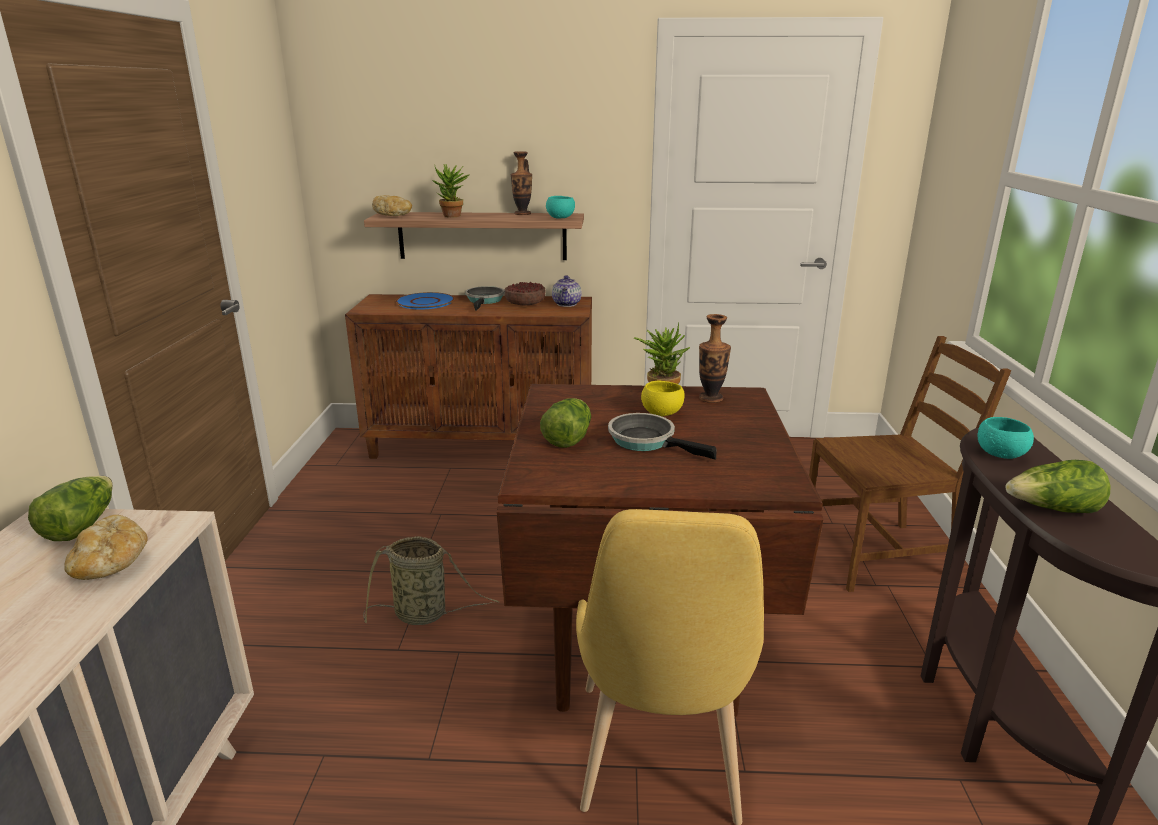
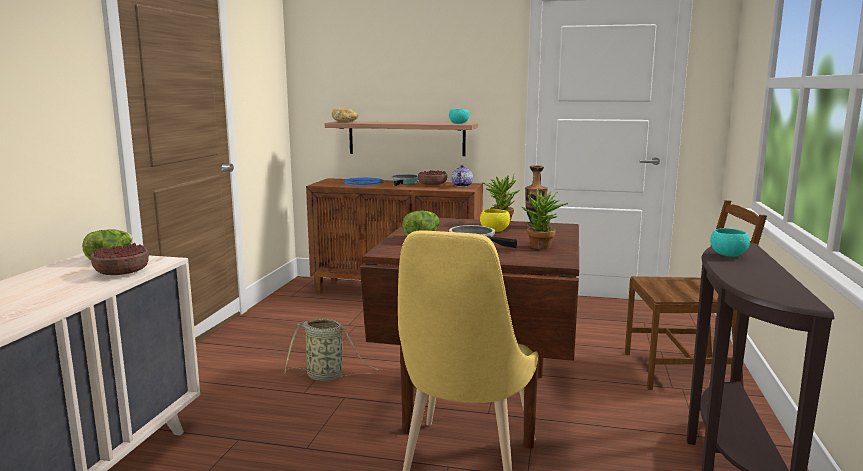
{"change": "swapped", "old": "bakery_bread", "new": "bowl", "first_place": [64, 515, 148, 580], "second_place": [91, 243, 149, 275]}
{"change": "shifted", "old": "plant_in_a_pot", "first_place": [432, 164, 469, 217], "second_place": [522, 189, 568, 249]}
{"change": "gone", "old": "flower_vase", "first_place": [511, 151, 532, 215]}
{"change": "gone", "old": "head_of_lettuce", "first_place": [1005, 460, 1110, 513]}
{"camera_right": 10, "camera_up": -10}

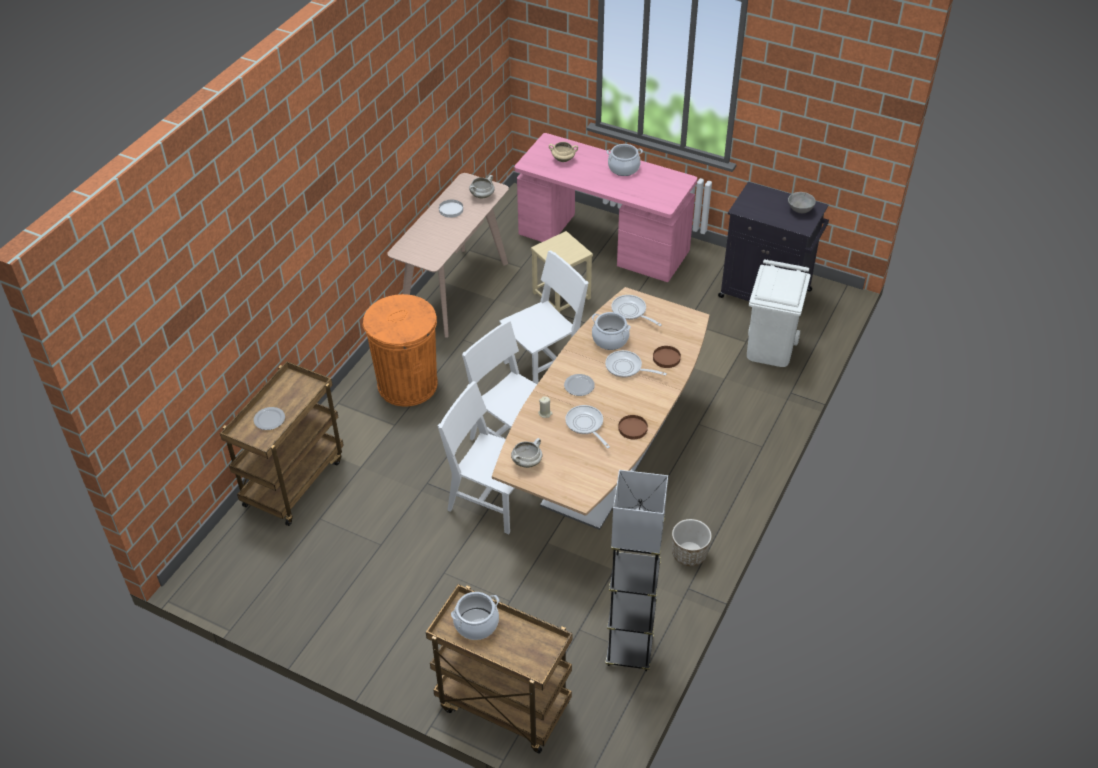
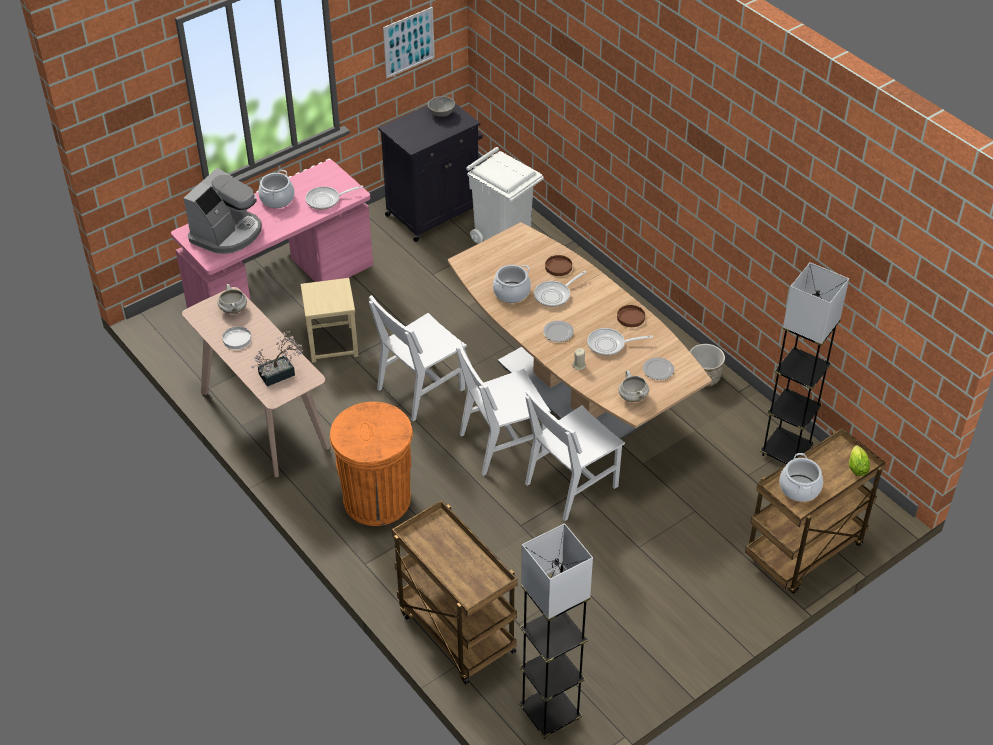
{"change": "shifted", "old": "dinner_plate", "first_place": [254, 407, 285, 430], "second_place": [643, 357, 674, 380]}
{"change": "rotated", "old": "whitish_chair", "first_place": [499, 250, 589, 384], "second_place": [369, 295, 467, 421], "degrees": -120}
{"change": "swapped", "old": "sand-coloured_saucepot", "new": "coffee_machine", "first_place": [549, 142, 578, 162], "second_place": [183, 168, 262, 254]}
{"change": "shifted", "old": "frying_pan", "first_place": [611, 295, 662, 326], "second_place": [305, 185, 363, 210]}
{"change": "new", "new": "plant_in_a_pot", "second_place": [251, 331, 303, 387]}
{"change": "new", "new": "wall_art", "second_place": [383, 7, 435, 78]}
{"change": "new", "new": "grey_standing_lamp", "second_place": [519, 523, 593, 739]}
{"change": "new", "new": "head_of_lettuce", "second_place": [849, 445, 870, 476]}
{"camera_right": -65, "camera_up": 0}

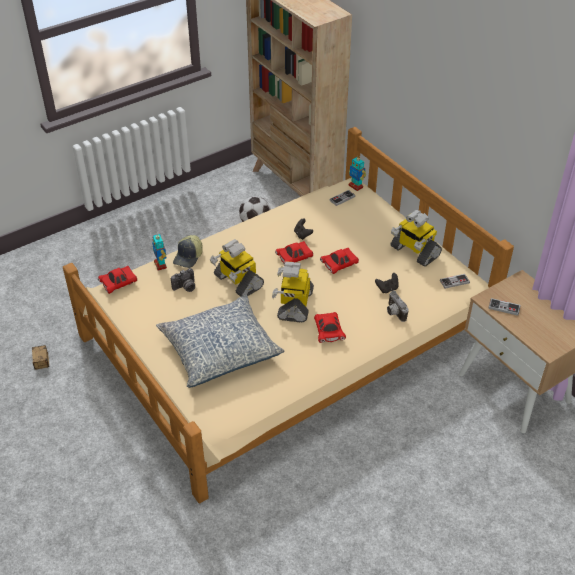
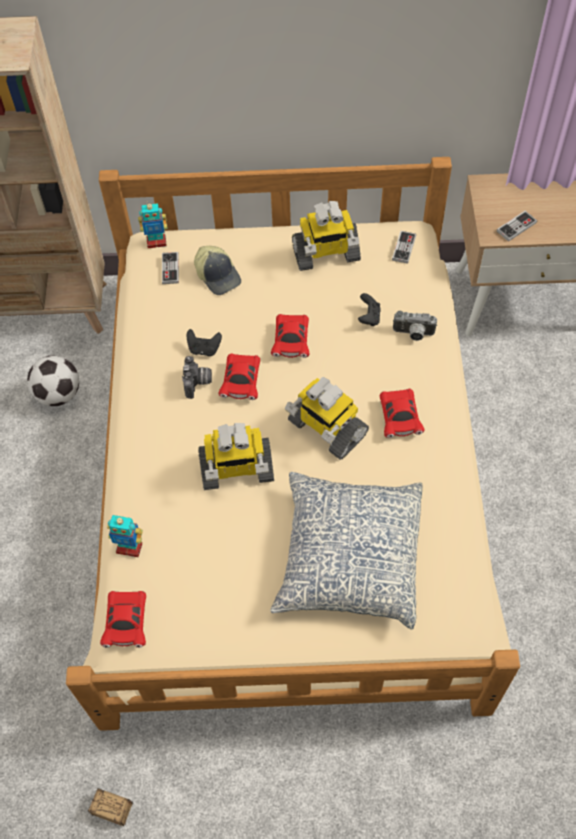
{"change": "shifted", "old": "photo_camera", "first_place": [171, 268, 195, 292], "second_place": [182, 356, 212, 399]}
{"change": "shifted", "old": "cap", "first_place": [173, 235, 203, 268], "second_place": [194, 246, 241, 295]}
{"change": "rotated", "old": "red-coloured_toy_car", "first_place": [314, 312, 346, 343], "second_place": [380, 389, 424, 438], "degrees": 60}
{"camera_right": -55, "camera_up": 15}

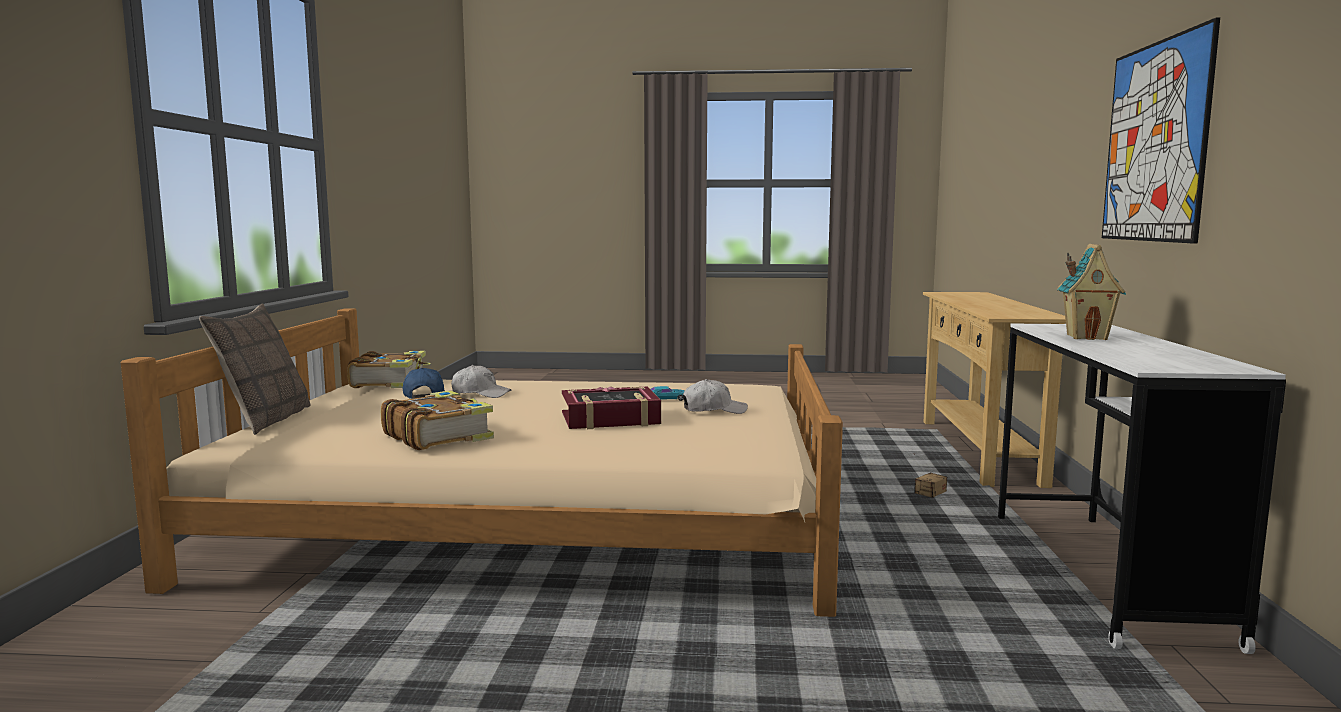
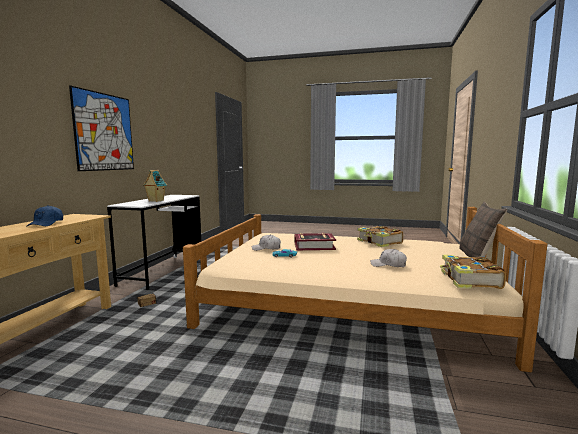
{"change": "shifted", "old": "blue_cap", "first_place": [403, 368, 445, 399], "second_place": [27, 205, 63, 226]}
{"camera_right": -170, "camera_up": 0}

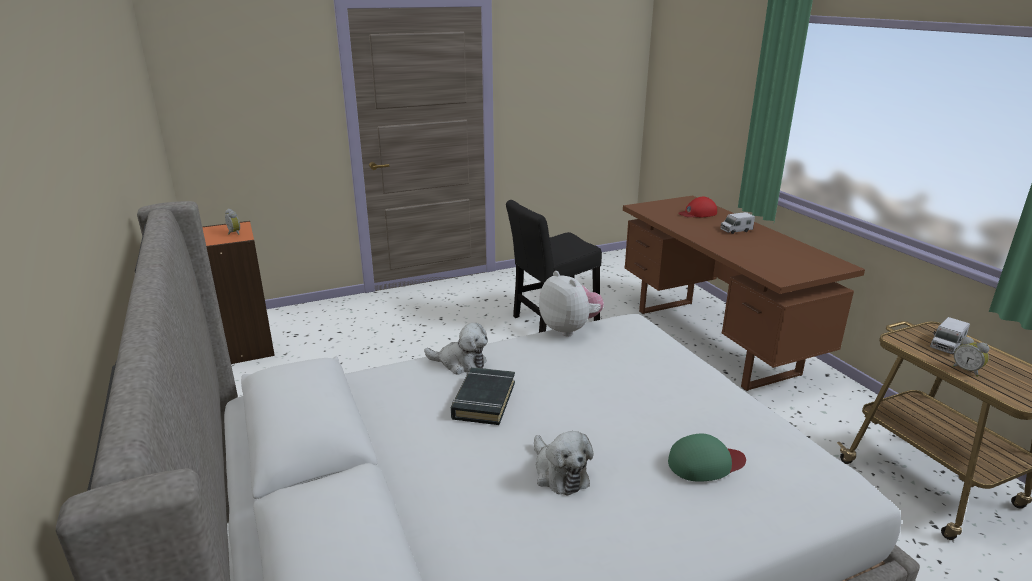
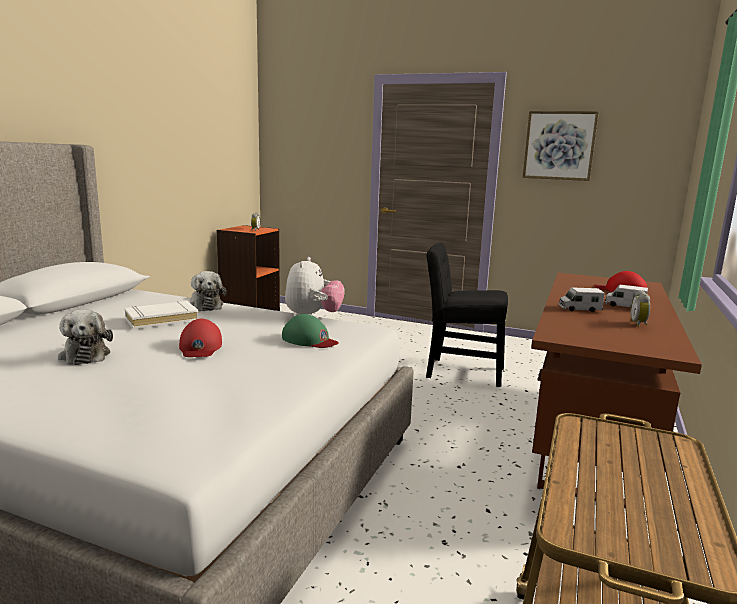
{"change": "repainted", "old": "black_bound_book", "new": "whitish_bound_book", "first_place": [451, 367, 515, 425], "second_place": [125, 301, 199, 330]}
{"change": "rotated", "old": "cuddly_toy", "first_place": [534, 431, 593, 496], "second_place": [58, 310, 113, 365], "degrees": -45}
{"change": "shifted", "old": "green-coloured_cap", "first_place": [668, 434, 746, 482], "second_place": [282, 314, 339, 348]}
{"change": "shifted", "old": "toy_truck", "first_place": [930, 317, 970, 354], "second_place": [559, 287, 605, 312]}
{"change": "shifted", "old": "bedside_clock", "first_place": [953, 337, 989, 377], "second_place": [631, 290, 650, 327]}
{"change": "new", "new": "red-coloured_cap", "second_place": [179, 319, 222, 357]}
{"change": "new", "new": "wall_art", "second_place": [522, 111, 599, 181]}
{"camera_right": 45, "camera_up": -10}

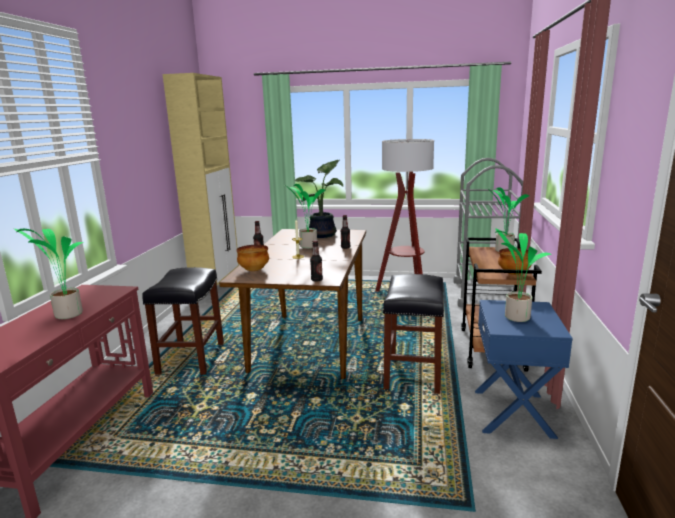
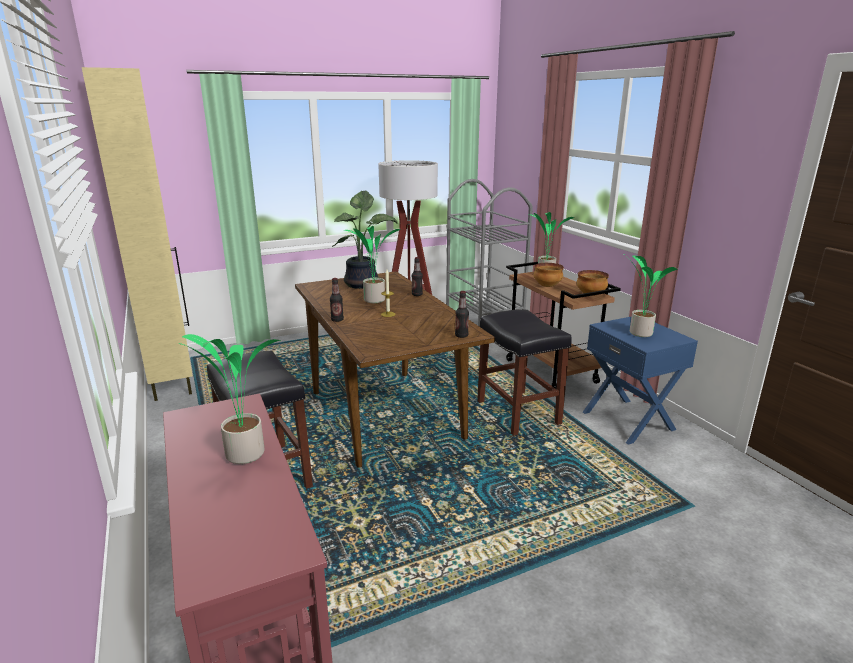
{"change": "shifted", "old": "bowl", "first_place": [237, 245, 269, 271], "second_place": [534, 263, 564, 287]}
{"camera_right": -35, "camera_up": 5}

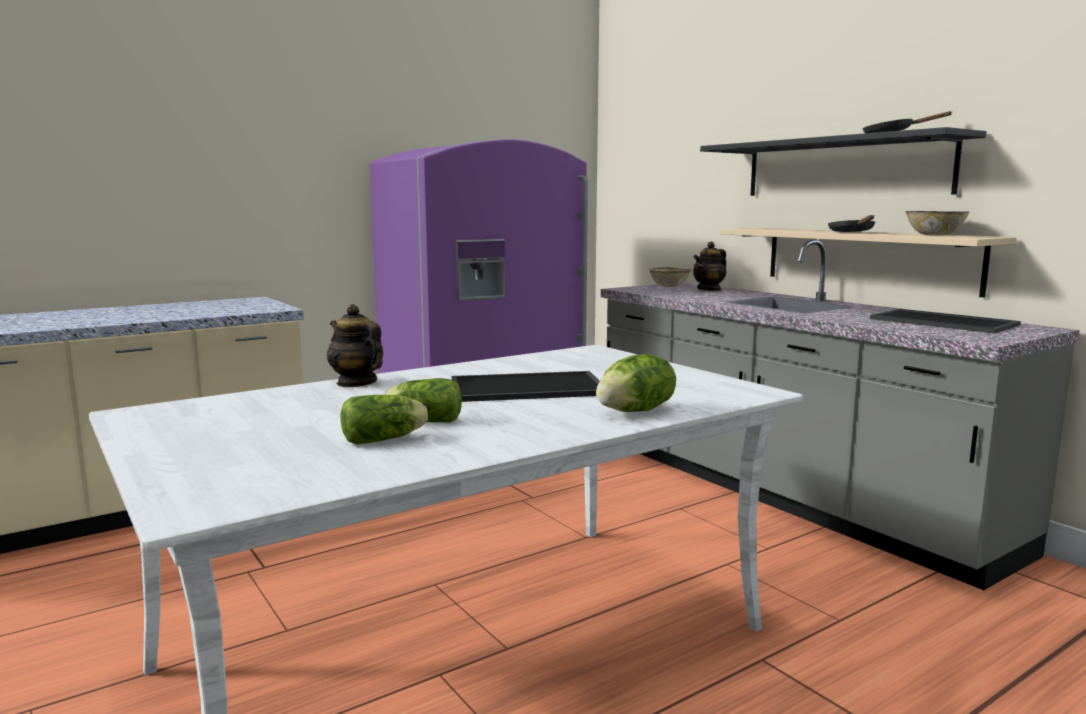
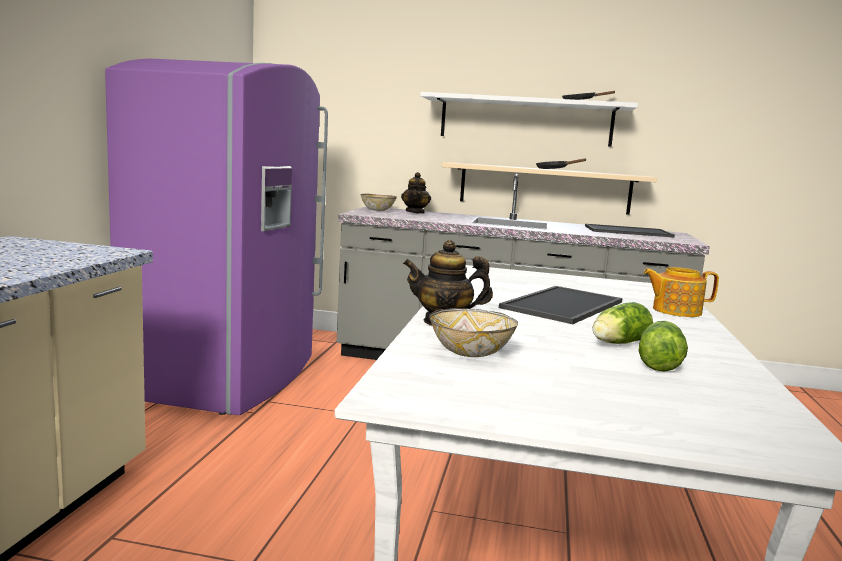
{"change": "swapped", "old": "head_of_lettuce", "new": "tea_pot", "first_place": [596, 354, 676, 412], "second_place": [643, 267, 719, 317]}
{"change": "repainted", "old": "black_wall_shelf", "new": "whitish_wall_shelf", "first_place": [700, 127, 987, 196], "second_place": [420, 92, 638, 147]}
{"change": "shifted", "old": "bowl", "first_place": [905, 211, 969, 235], "second_place": [429, 308, 518, 357]}
{"camera_right": -45, "camera_up": 0}

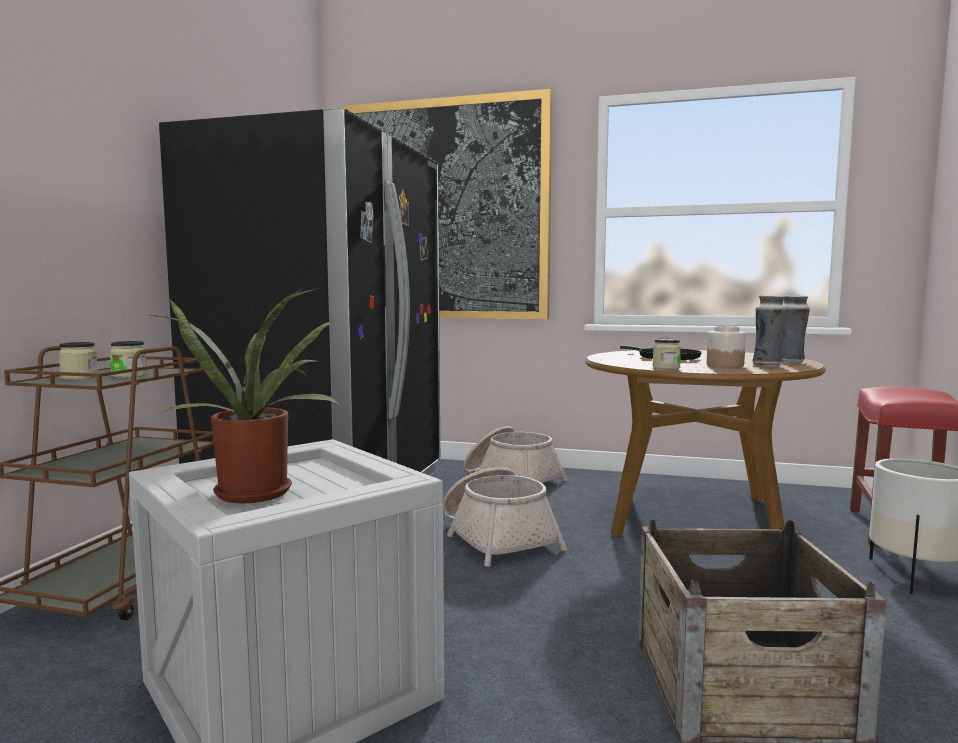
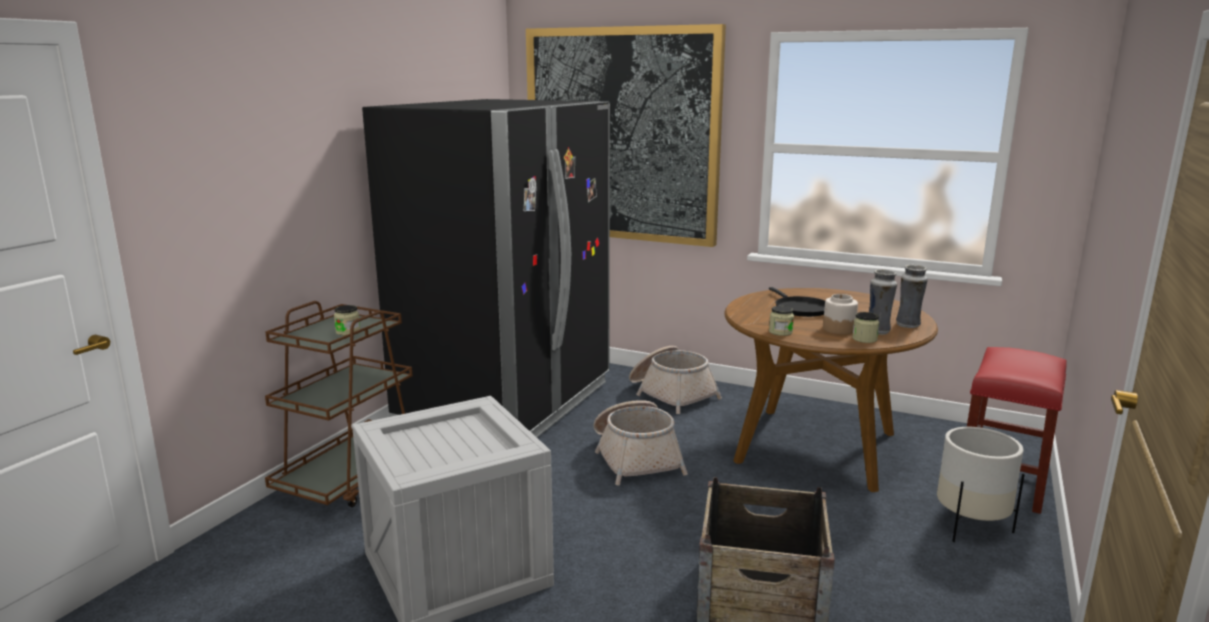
{"change": "shifted", "old": "storage_jar", "first_place": [58, 342, 98, 380], "second_place": [852, 312, 879, 343]}
{"change": "gone", "old": "plant_in_a_pot", "first_place": [151, 286, 338, 504]}
{"camera_right": 10, "camera_up": 10}

